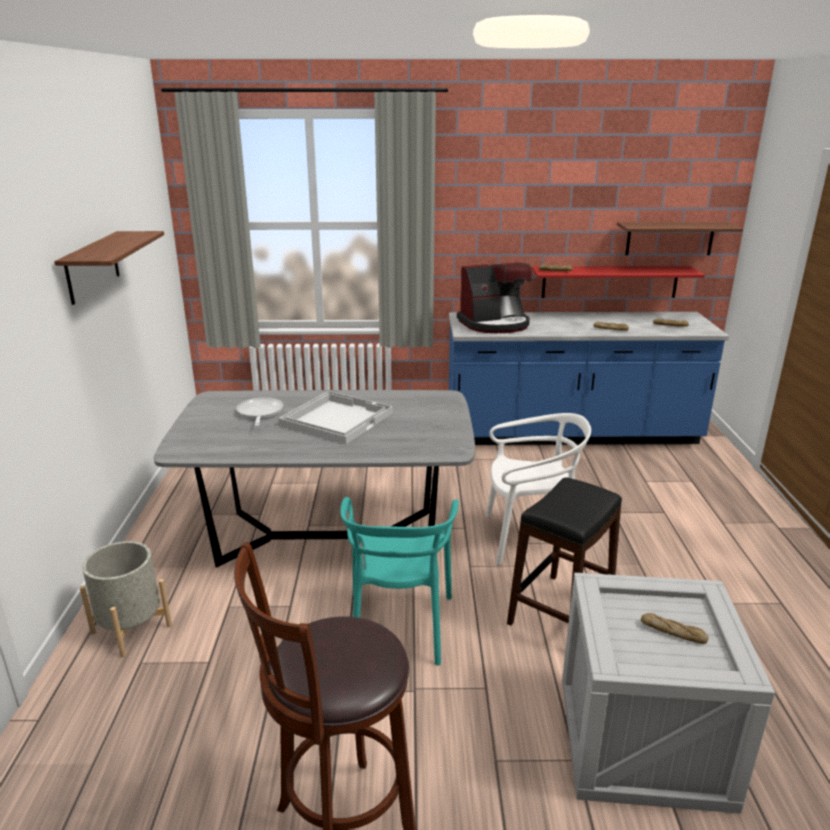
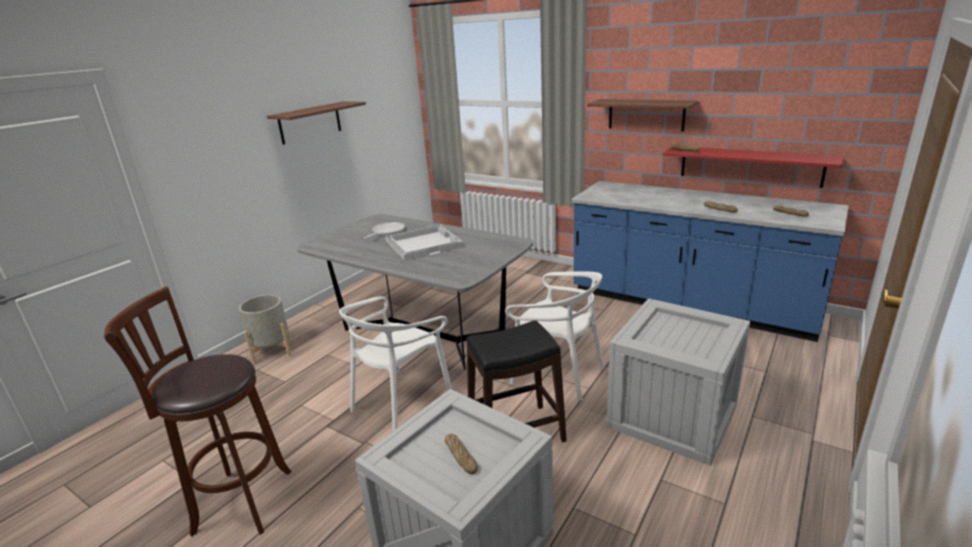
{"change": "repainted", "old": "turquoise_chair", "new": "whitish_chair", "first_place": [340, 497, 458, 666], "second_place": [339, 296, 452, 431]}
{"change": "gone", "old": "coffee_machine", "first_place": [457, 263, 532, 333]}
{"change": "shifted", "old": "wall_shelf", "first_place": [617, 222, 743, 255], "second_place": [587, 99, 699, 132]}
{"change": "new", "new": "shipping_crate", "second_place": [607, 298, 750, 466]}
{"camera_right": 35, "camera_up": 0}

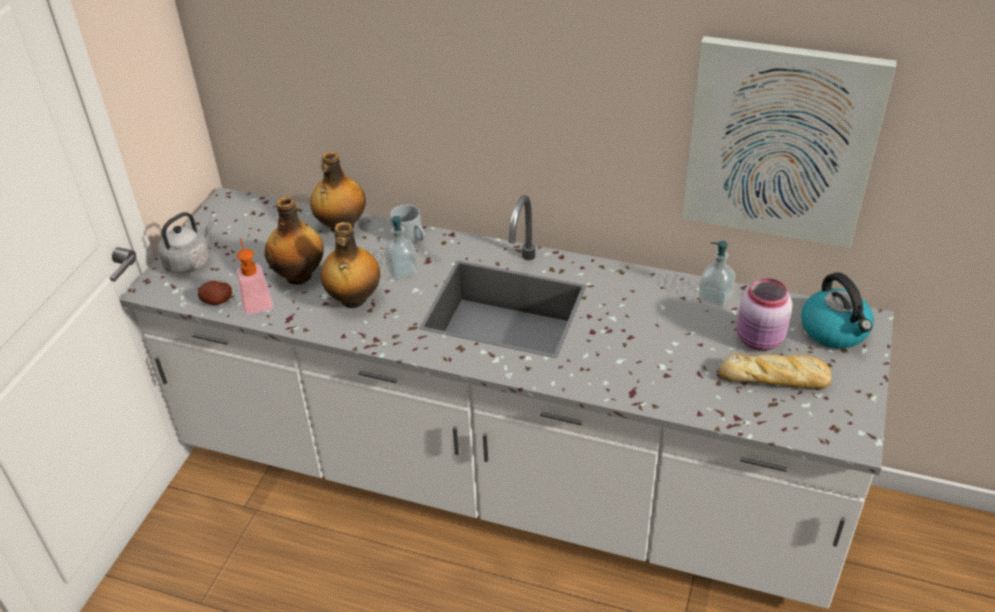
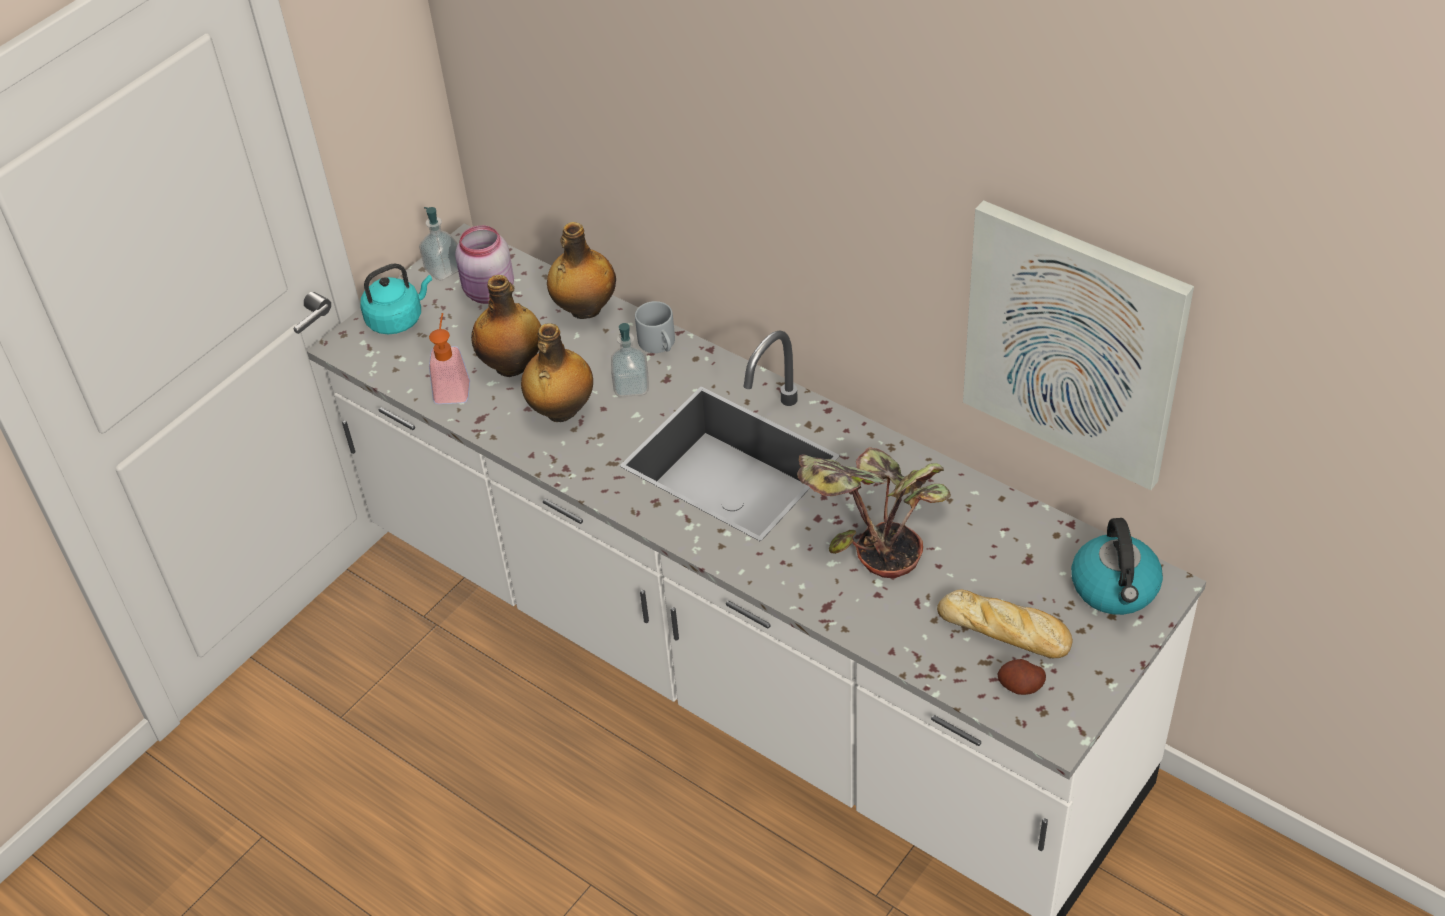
{"change": "repainted", "old": "grey_water_kettle", "new": "turquoise_water_kettle", "first_place": [158, 212, 214, 274], "second_place": [360, 264, 432, 334]}
{"change": "shifted", "old": "whole_potato", "first_place": [198, 281, 232, 305], "second_place": [998, 659, 1046, 695]}
{"change": "shifted", "old": "soap_dispenser", "first_place": [698, 241, 736, 307], "second_place": [419, 207, 458, 281]}
{"change": "shifted", "old": "pink_storage_jar", "first_place": [736, 278, 792, 351], "second_place": [455, 225, 514, 304]}
{"change": "new", "new": "plant_in_a_pot", "second_place": [797, 447, 951, 578]}
{"camera_right": 20, "camera_up": 5}

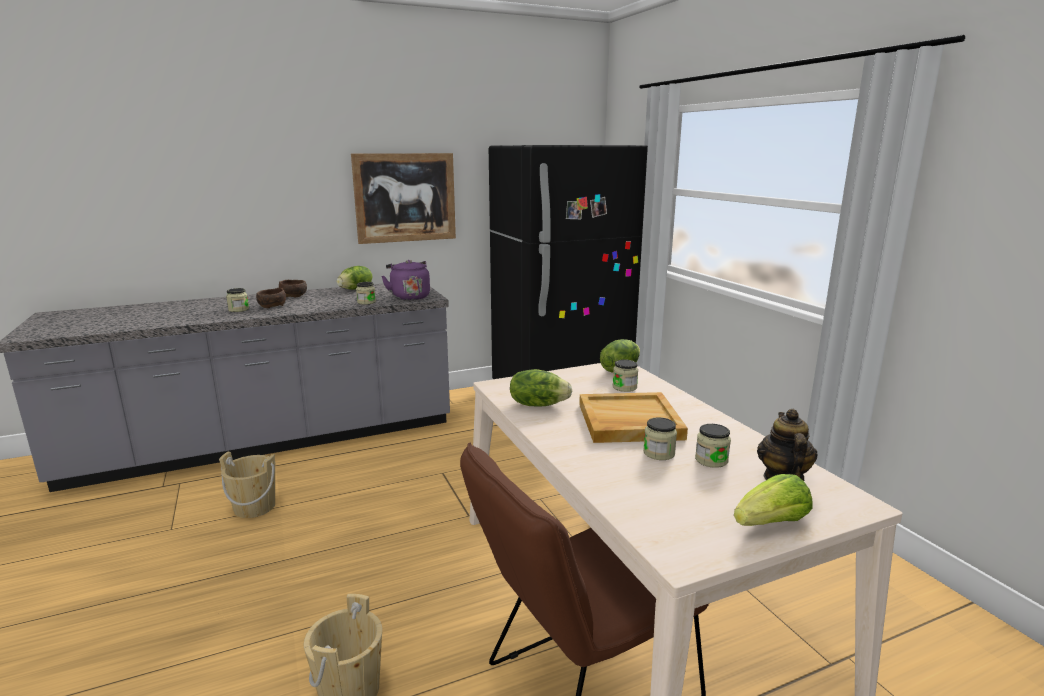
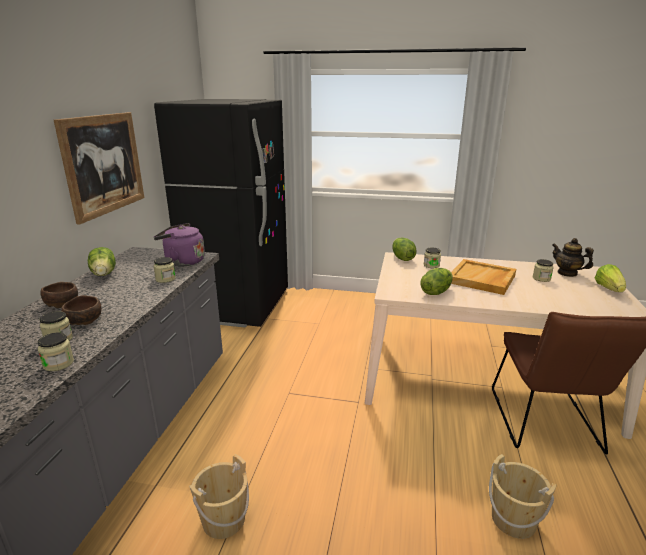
{"change": "shifted", "old": "storage_jar", "first_place": [643, 417, 677, 460], "second_place": [38, 333, 74, 371]}
{"camera_right": -55, "camera_up": 5}

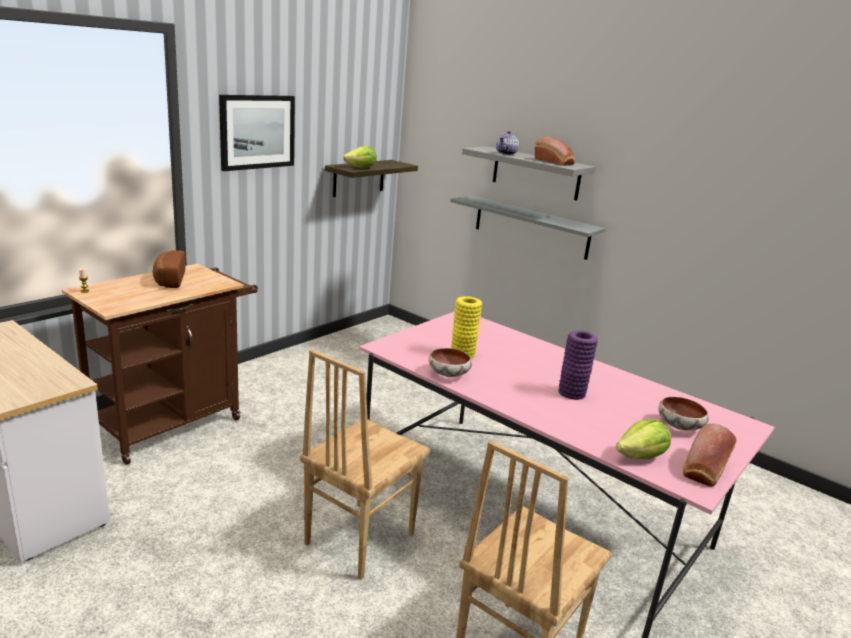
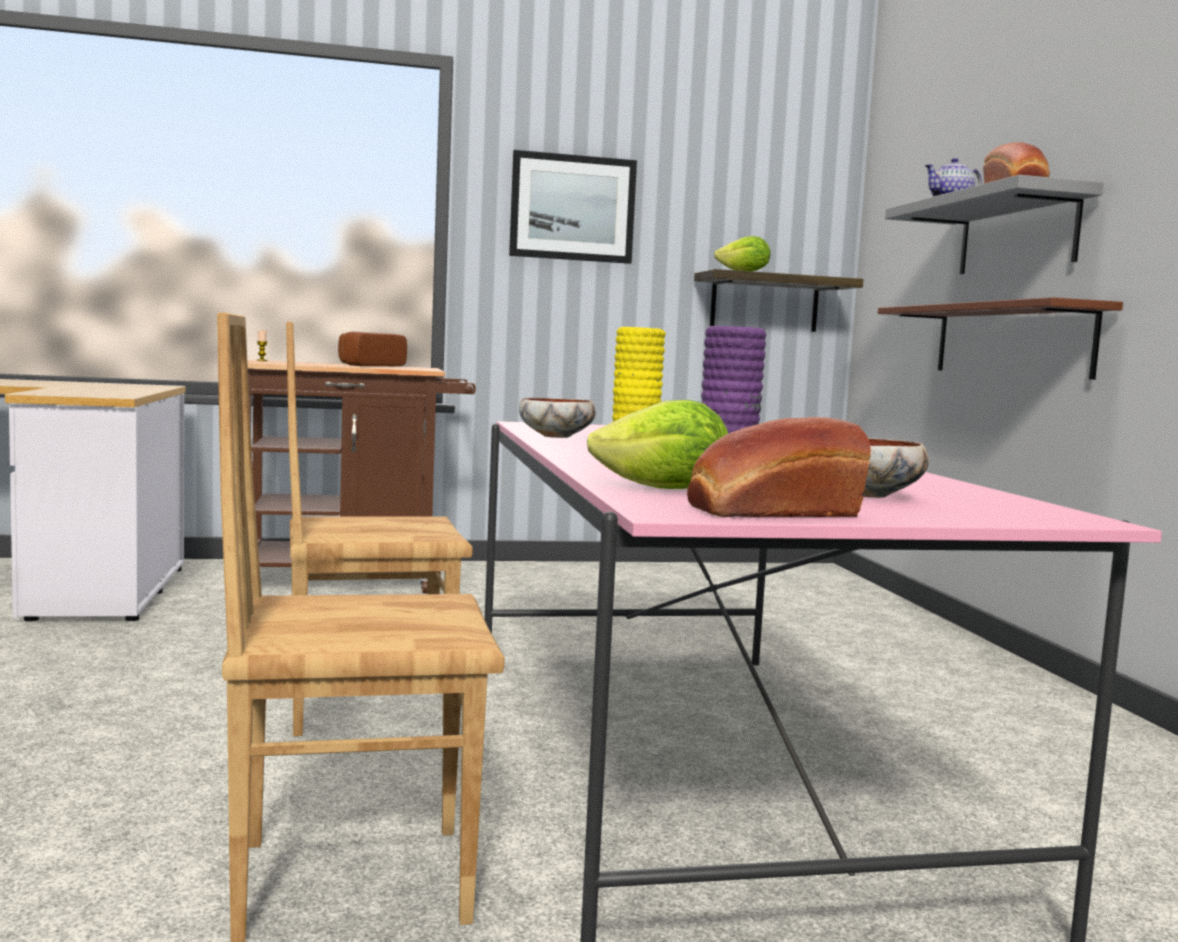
{"change": "repainted", "old": "grey_wall_shelf", "new": "brownish_wall_shelf", "first_place": [450, 195, 606, 260], "second_place": [878, 297, 1123, 380]}
{"camera_right": 40, "camera_up": -15}

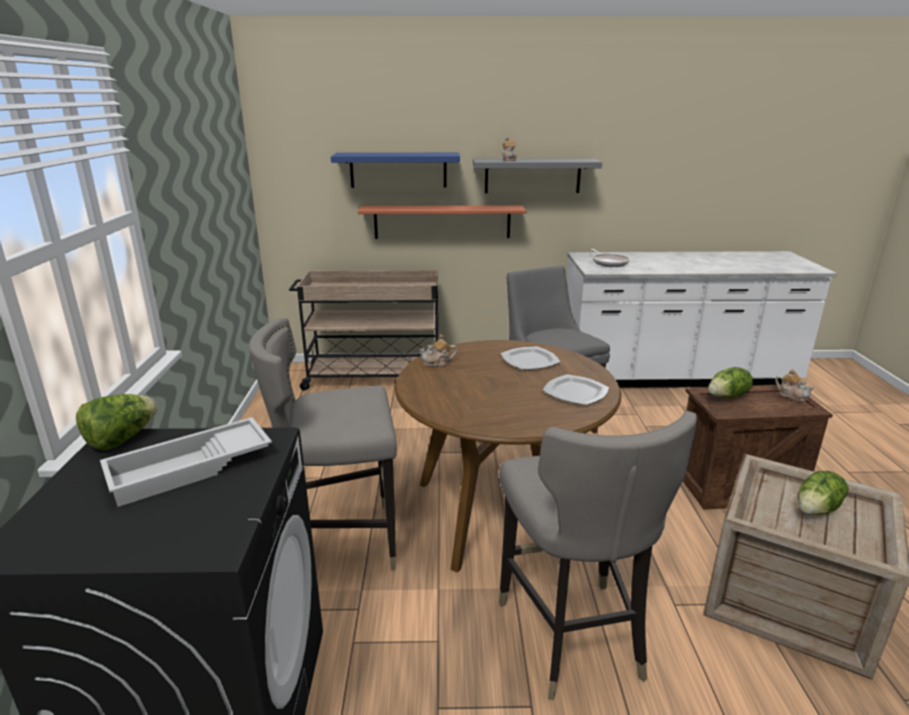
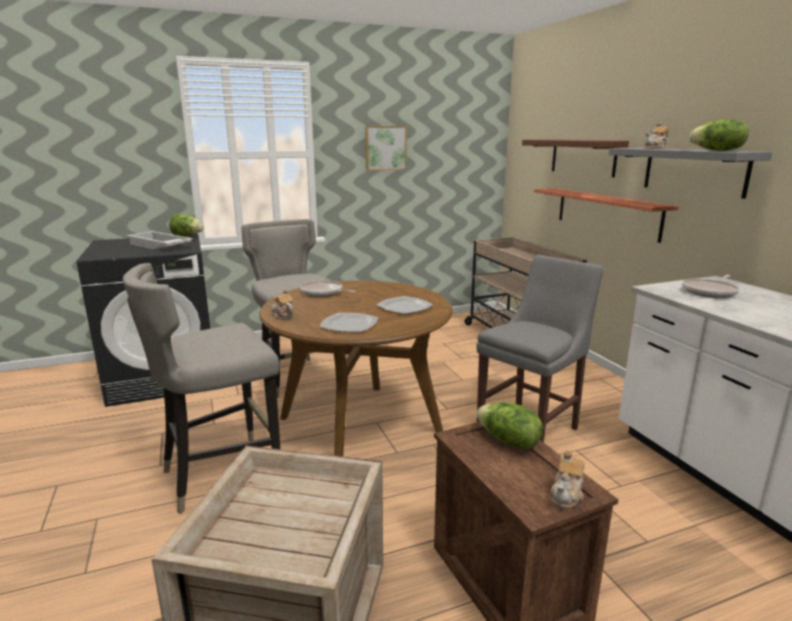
{"change": "repainted", "old": "blue_wall_shelf", "new": "brownish_wall_shelf", "first_place": [331, 153, 460, 188], "second_place": [522, 140, 629, 177]}
{"change": "shifted", "old": "tea_pot", "first_place": [419, 334, 457, 367], "second_place": [271, 289, 293, 319]}
{"change": "shifted", "old": "head_of_lettuce", "first_place": [798, 471, 849, 515], "second_place": [689, 119, 749, 151]}
{"change": "new", "new": "frying_pan", "second_place": [300, 281, 356, 297]}
{"change": "new", "new": "wall_art", "second_place": [365, 126, 407, 171]}
{"camera_right": 70, "camera_up": -5}

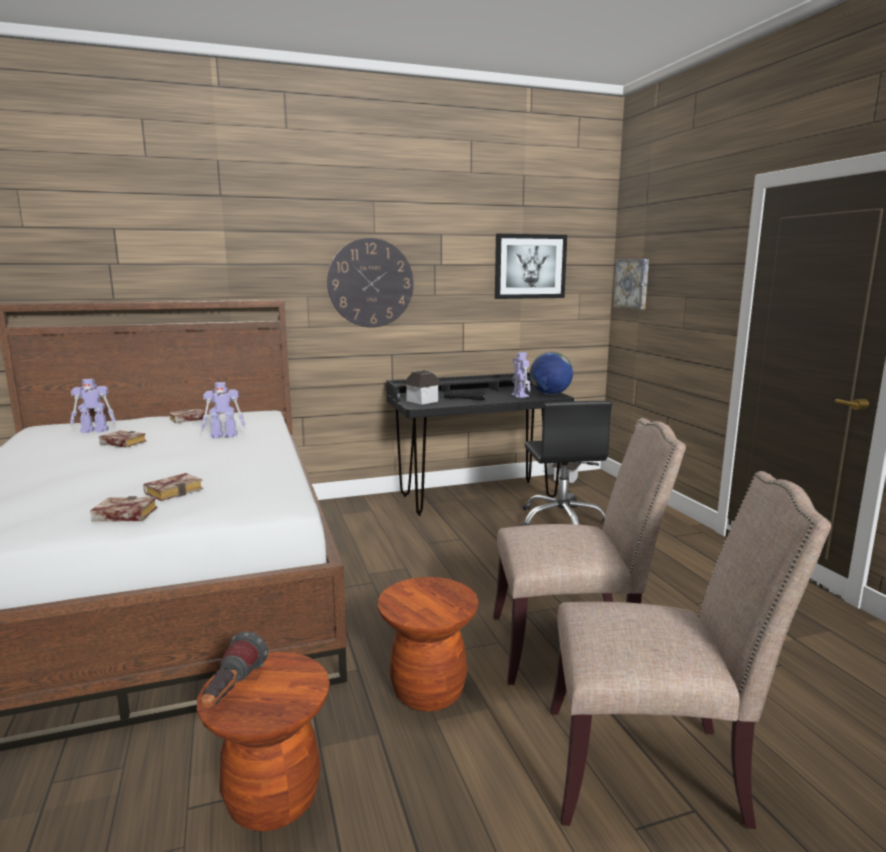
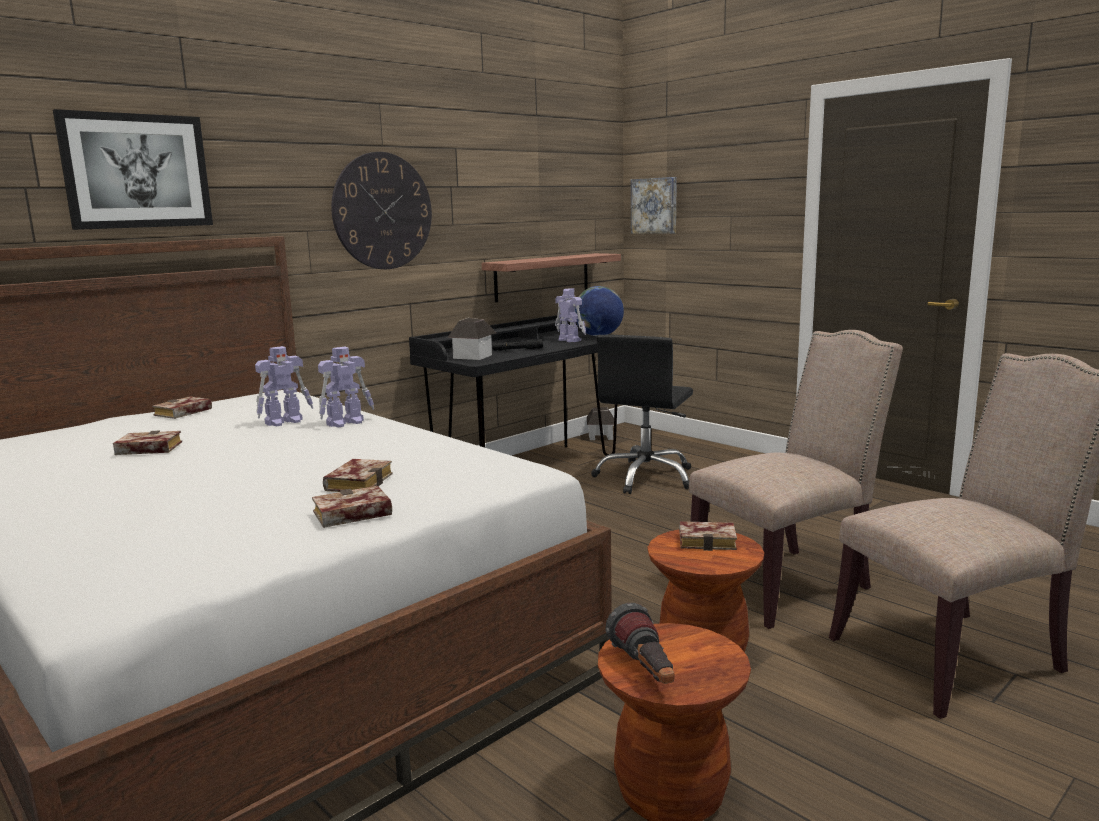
{"change": "shifted", "old": "robot_figure", "first_place": [70, 379, 116, 433], "second_place": [318, 347, 374, 427]}
{"change": "shifted", "old": "wall_art", "first_place": [495, 234, 567, 299], "second_place": [53, 109, 213, 230]}
{"change": "rotated", "old": "black_desk_chair", "first_place": [521, 401, 612, 526], "second_place": [591, 335, 693, 494], "degrees": 60}
{"change": "new", "new": "wall_shelf", "second_place": [482, 253, 621, 302]}
{"change": "new", "new": "bound_book", "second_place": [679, 521, 737, 551]}
{"camera_right": -25, "camera_up": 0}

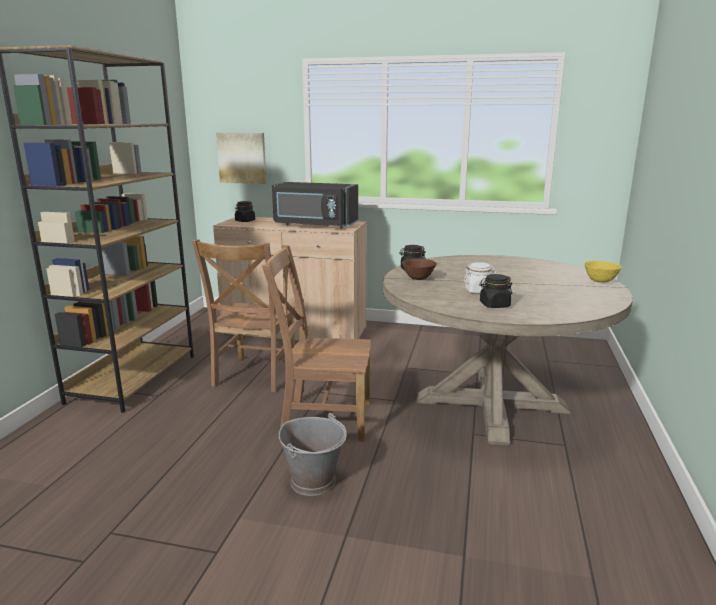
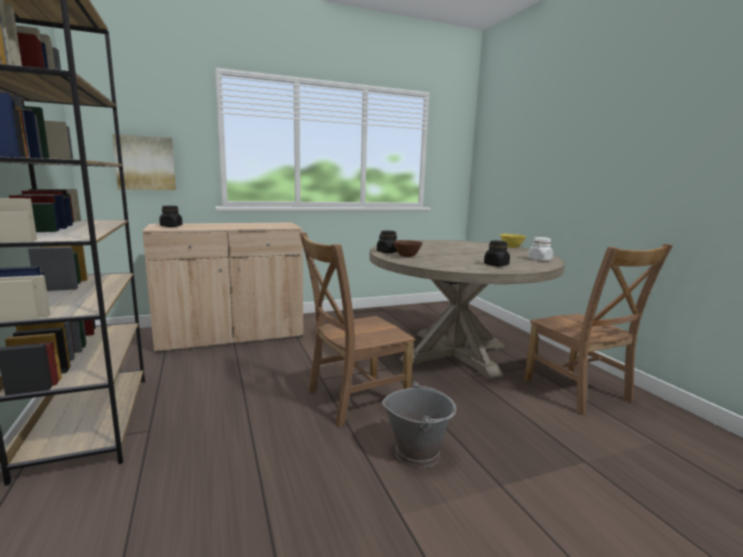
{"change": "shifted", "old": "brownish_chair", "first_place": [192, 239, 295, 392], "second_place": [524, 244, 673, 415]}
{"change": "gone", "old": "black_microwave", "first_place": [272, 182, 358, 229]}
{"change": "shifted", "old": "whitish_storage_jar", "first_place": [464, 262, 496, 294], "second_place": [528, 237, 553, 261]}
{"camera_right": -35, "camera_up": -5}

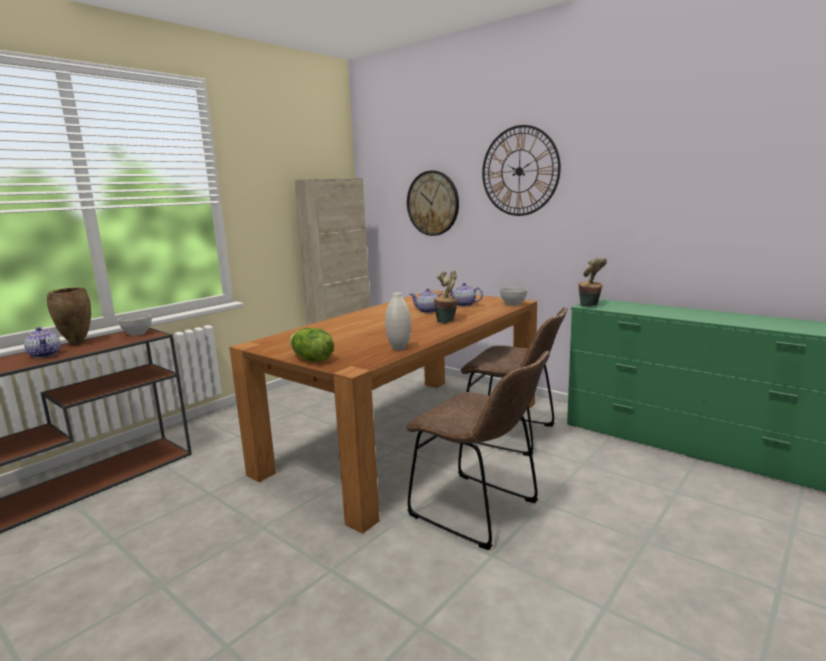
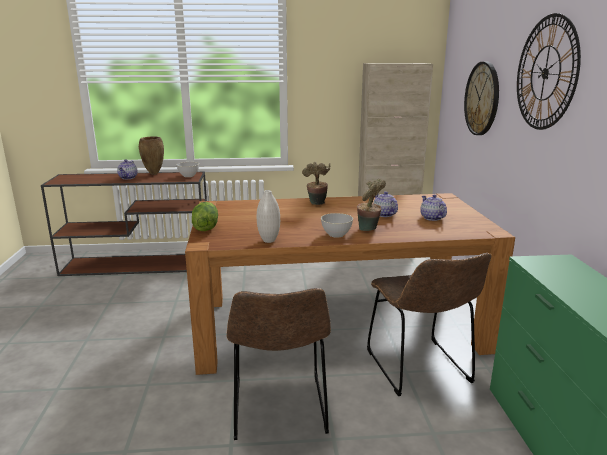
{"change": "shifted", "old": "grey_bowl", "first_place": [500, 287, 527, 306], "second_place": [321, 213, 353, 238]}
{"change": "shifted", "old": "plant_in_a_pot", "first_place": [578, 258, 607, 307], "second_place": [302, 162, 331, 205]}
{"camera_right": 45, "camera_up": 5}

